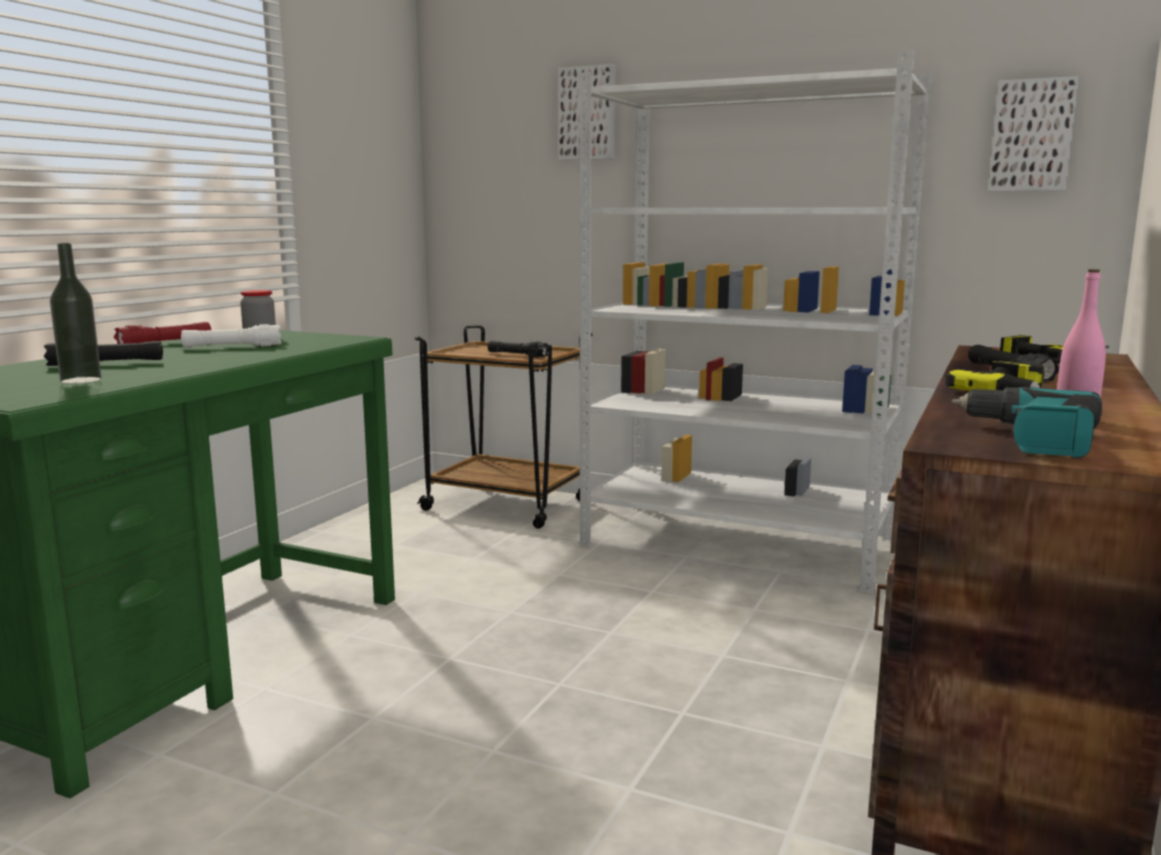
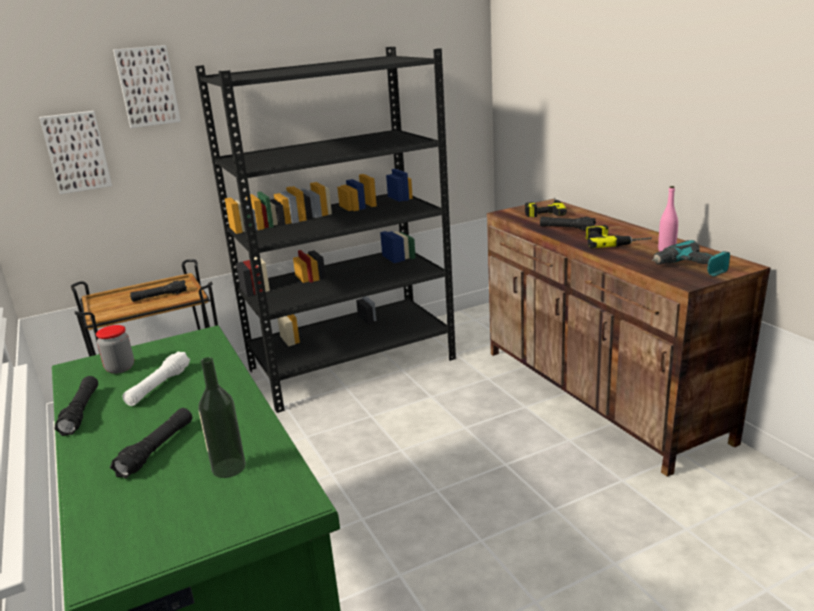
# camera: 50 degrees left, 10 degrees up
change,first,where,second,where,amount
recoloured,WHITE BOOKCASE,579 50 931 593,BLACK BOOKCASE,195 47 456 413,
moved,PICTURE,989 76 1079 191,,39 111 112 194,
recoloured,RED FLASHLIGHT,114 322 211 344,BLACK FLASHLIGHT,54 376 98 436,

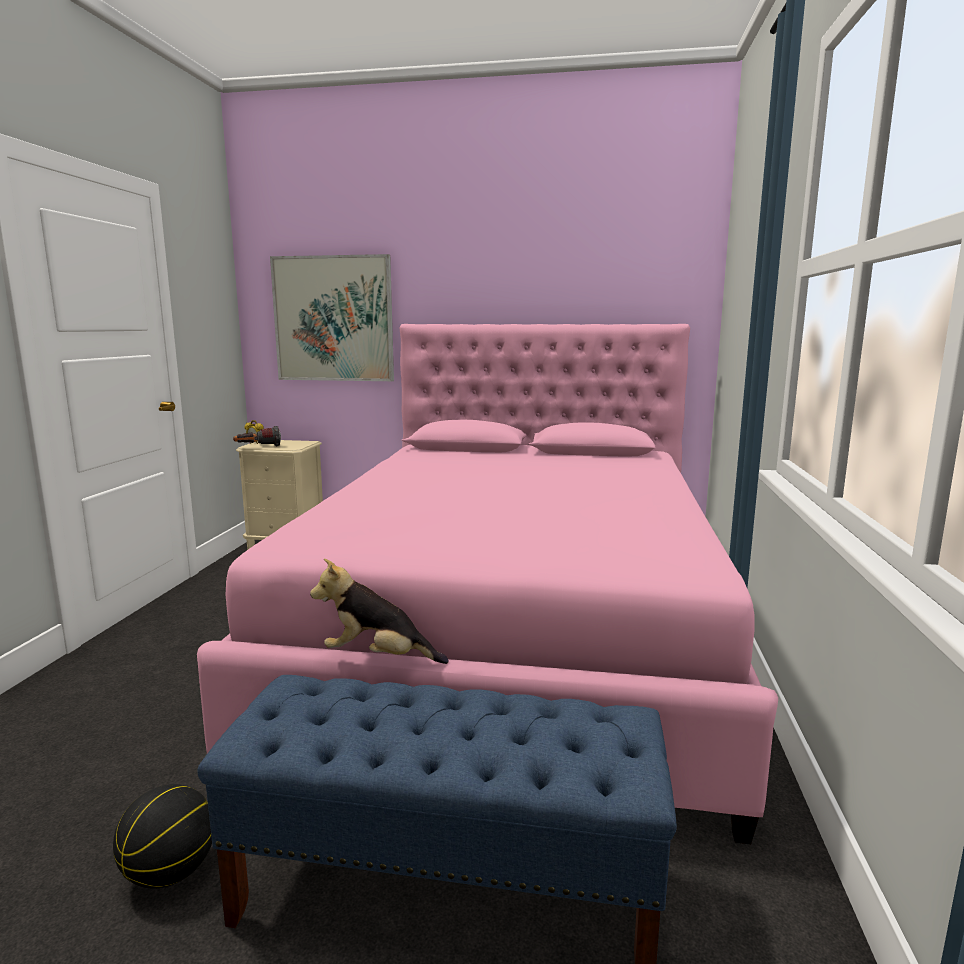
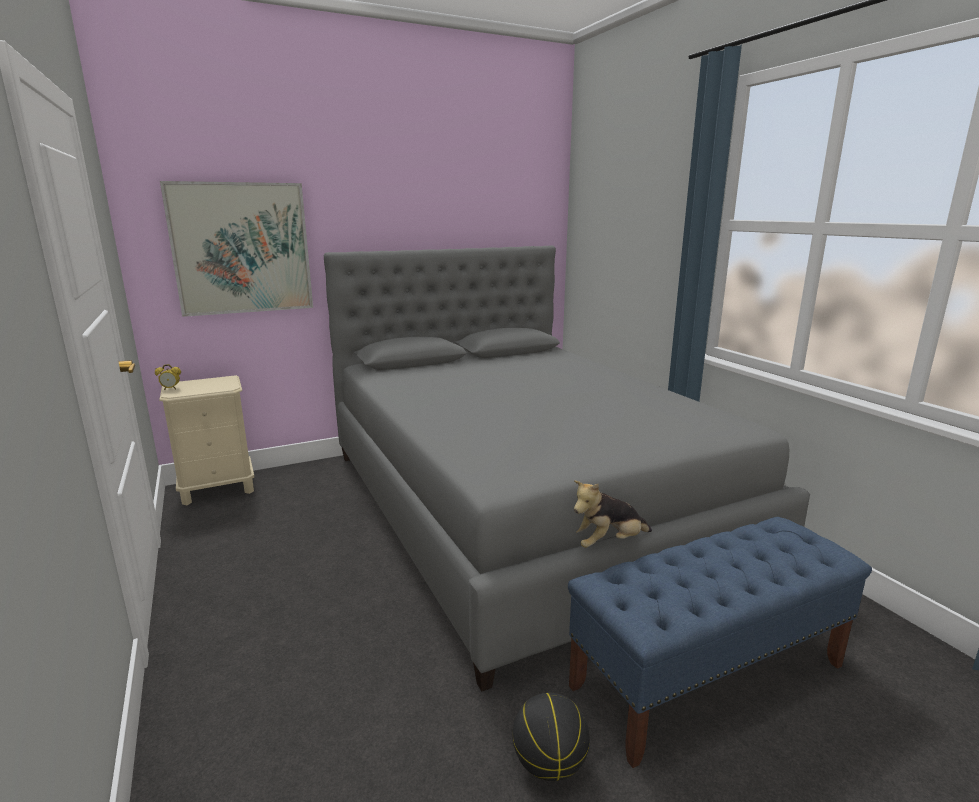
# camera: 35 degrees left, 5 degrees up
change,first,where,second,where,amount
recoloured,PINK BED,197 324 778 844,GREY BED,324 245 810 692,
removed,FLASHLIGHT,233 426 281 446,,,

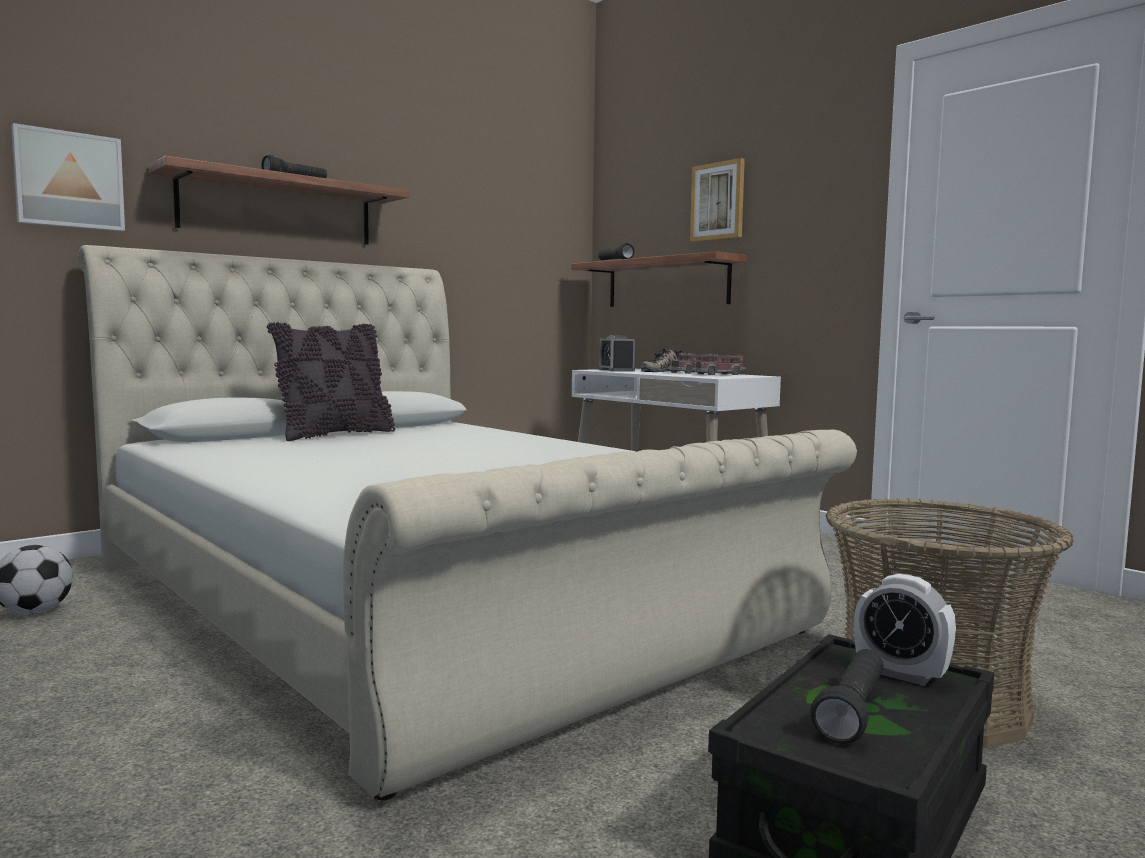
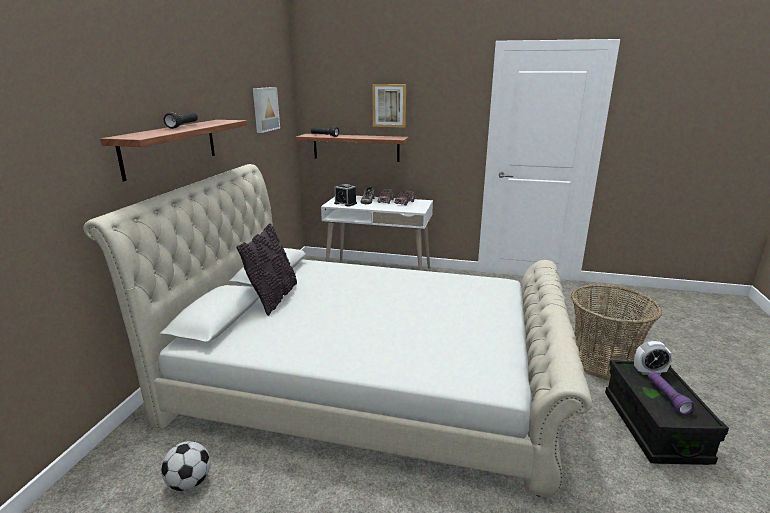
# camera: 35 degrees left, 15 degrees up
change,first,where,second,where,amount
moved,PICTURE,11 123 125 232,,253 87 280 133,
recoloured,BLACK FLASHLIGHT,810 649 883 744,PURPLE FLASHLIGHT,648 371 694 415,

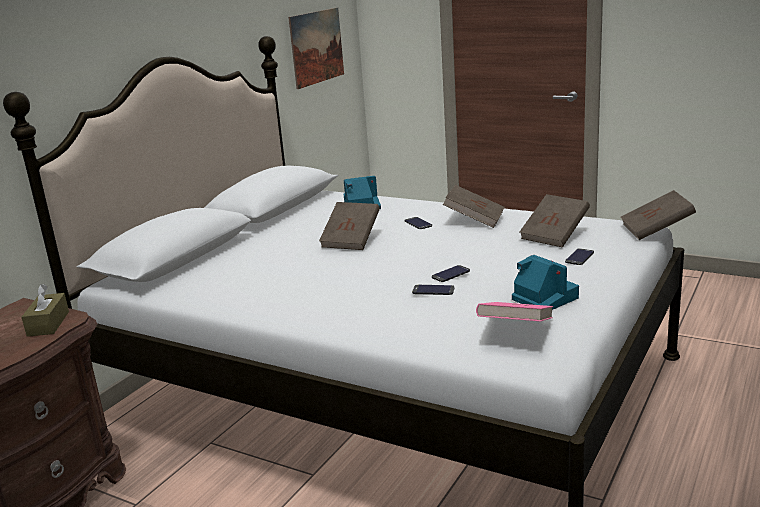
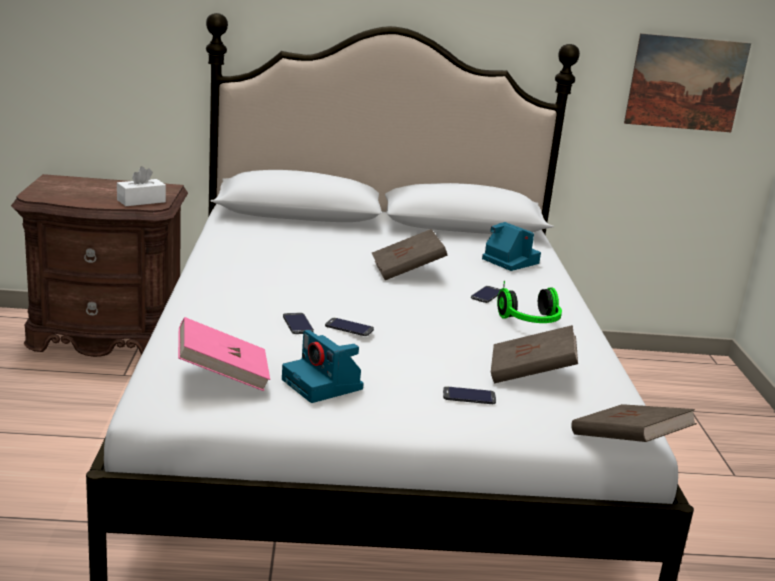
# camera: 55 degrees right, 0 degrees up
change,first,where,second,where,amount
replaced,BROWN BOOK,443 185 504 228,HEADPHONES,497 281 562 323,
turned,PHOTO CAMERA,512 255 579 310,,282 330 364 403,120 degrees clockwise
recoloured,BROWN TISSUE BOX,22 284 69 337,WHITE TISSUE BOX,117 166 166 206,

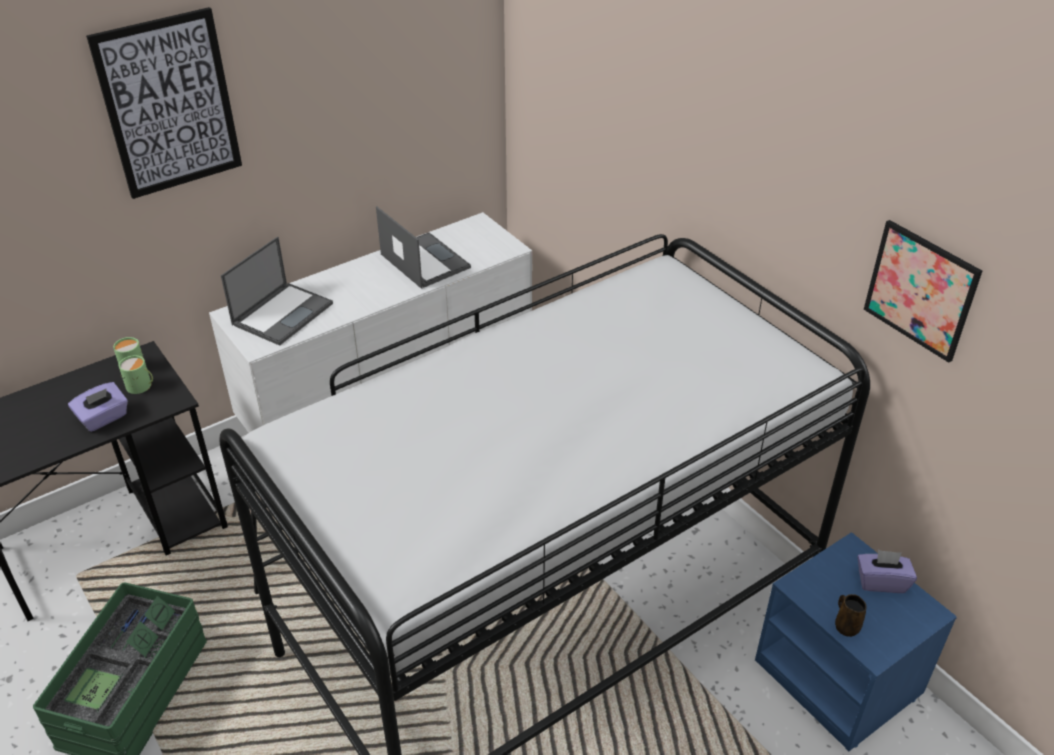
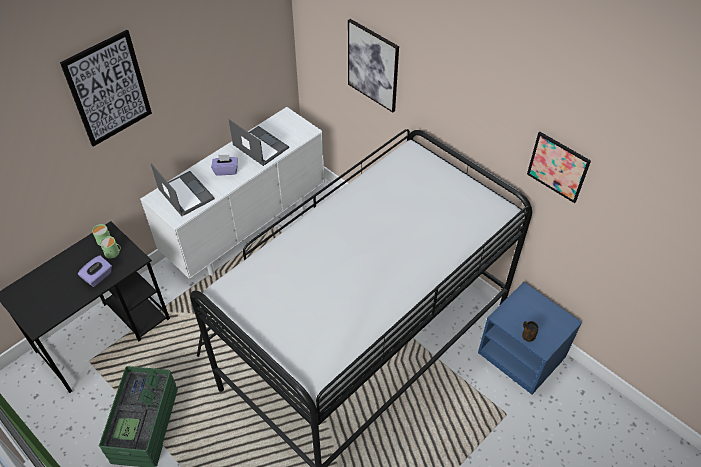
# camera: 10 degrees left, 10 degrees up
change,first,where,second,where,amount
turned,LAPTOP,221 237 333 346,,151 163 215 216,60 degrees counterclockwise
moved,PURPLE TISSUE BOX,857 550 917 593,,211 155 238 176,
added,,,PICTURE,348 19 399 112,

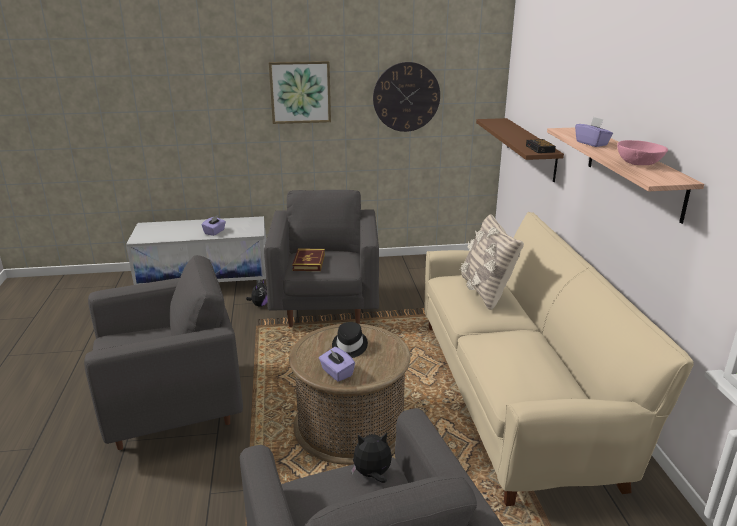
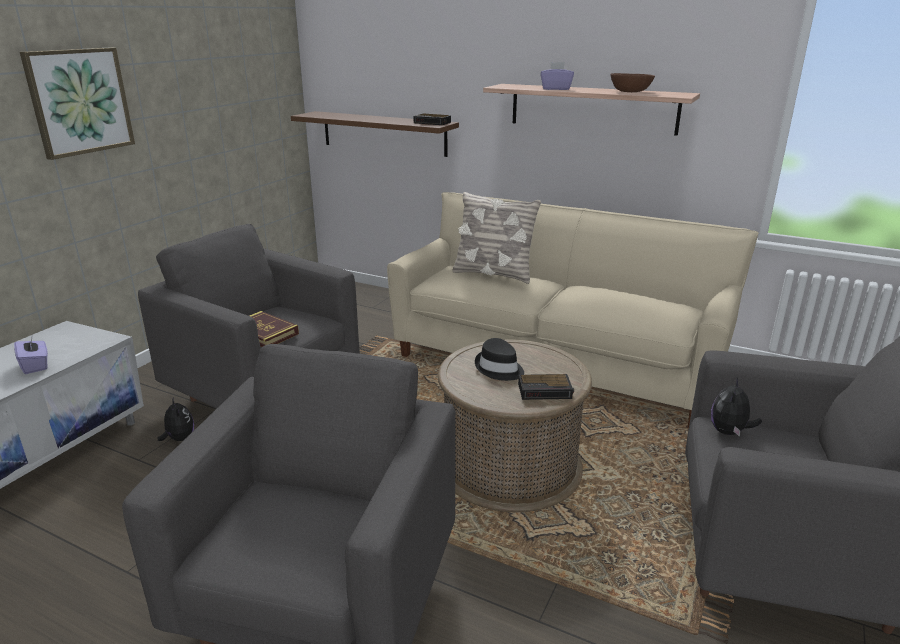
# camera: 55 degrees left, 0 degrees up
change,first,where,second,where,amount
removed,WALL CLOCK,373 62 440 132,,,
recoloured,PINK BOWL,617 140 668 165,BROWN BOWL,610 73 655 92,
replaced,PURPLE TISSUE BOX,319 347 355 382,ALARM CLOCK,518 374 574 400,

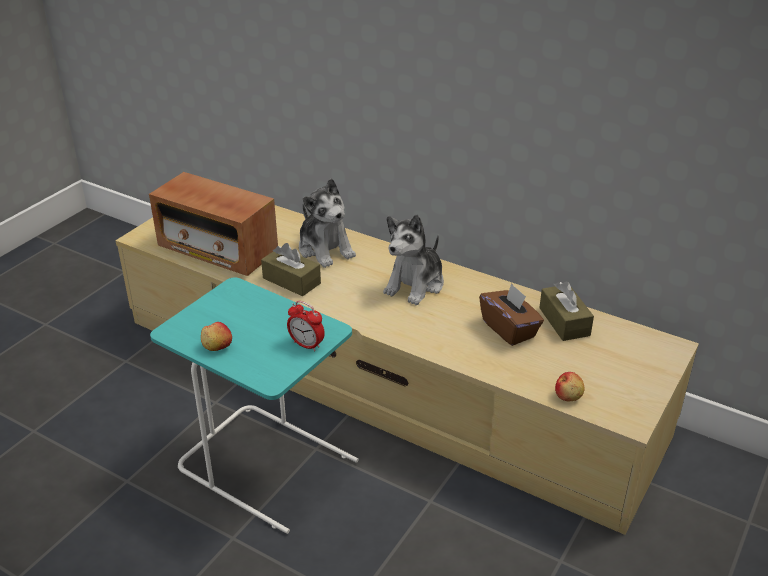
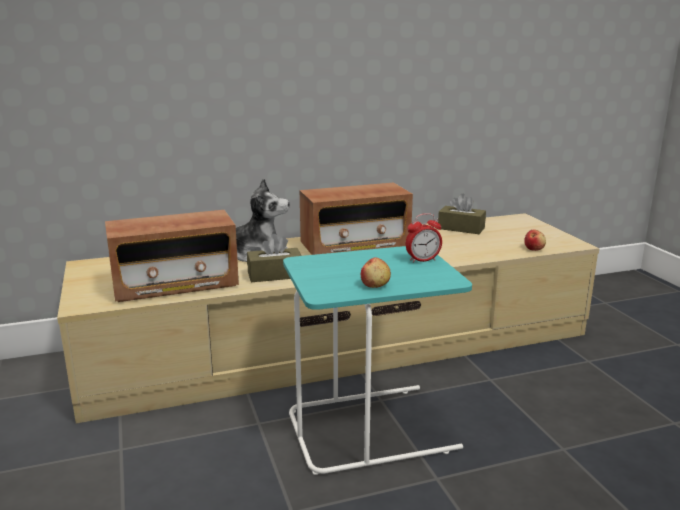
# camera: 50 degrees left, 15 degrees down
change,first,where,second,where,amount
replaced,PLUSH TOY,383 214 444 305,RADIO,300 182 413 255,
removed,BROWN TISSUE BOX,479 283 544 346,,,

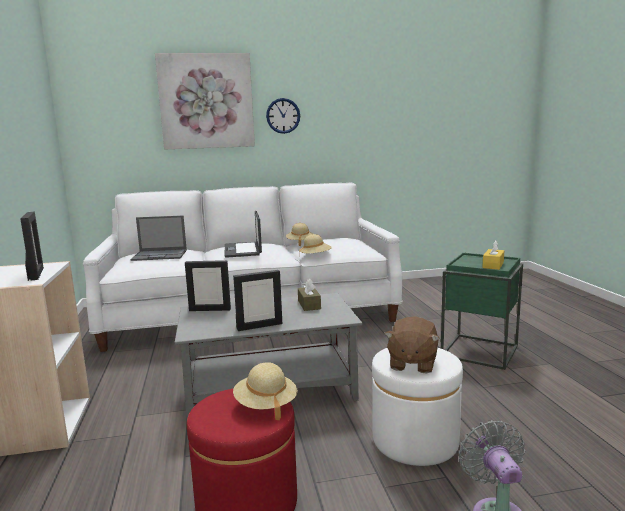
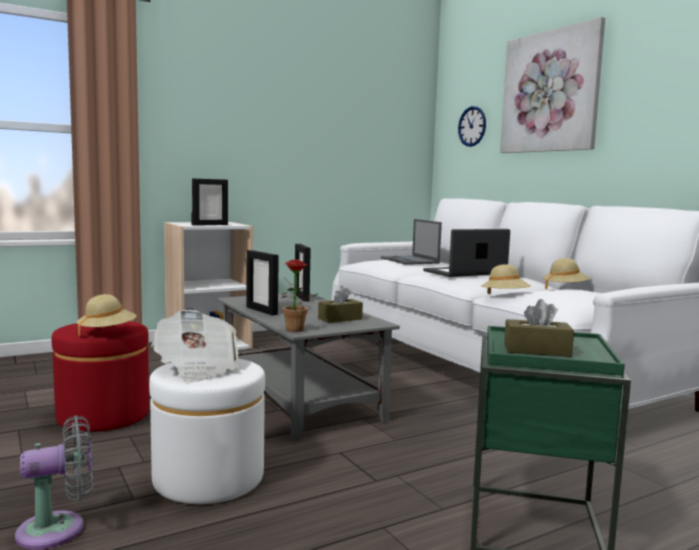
# camera: 70 degrees right, 5 degrees down
change,first,where,second,where,amount
moved,WALL CLOCK,266 98 300 134,,458 106 486 147,
recoloured,YELLOW TISSUE BOX,482 241 504 270,BROWN TISSUE BOX,504 299 574 357,
replaced,BROWN PLUSH TOY,385 316 440 373,NEWSPAPER,151 310 238 382,
added,,,POTTED PLANT,281 259 317 332,

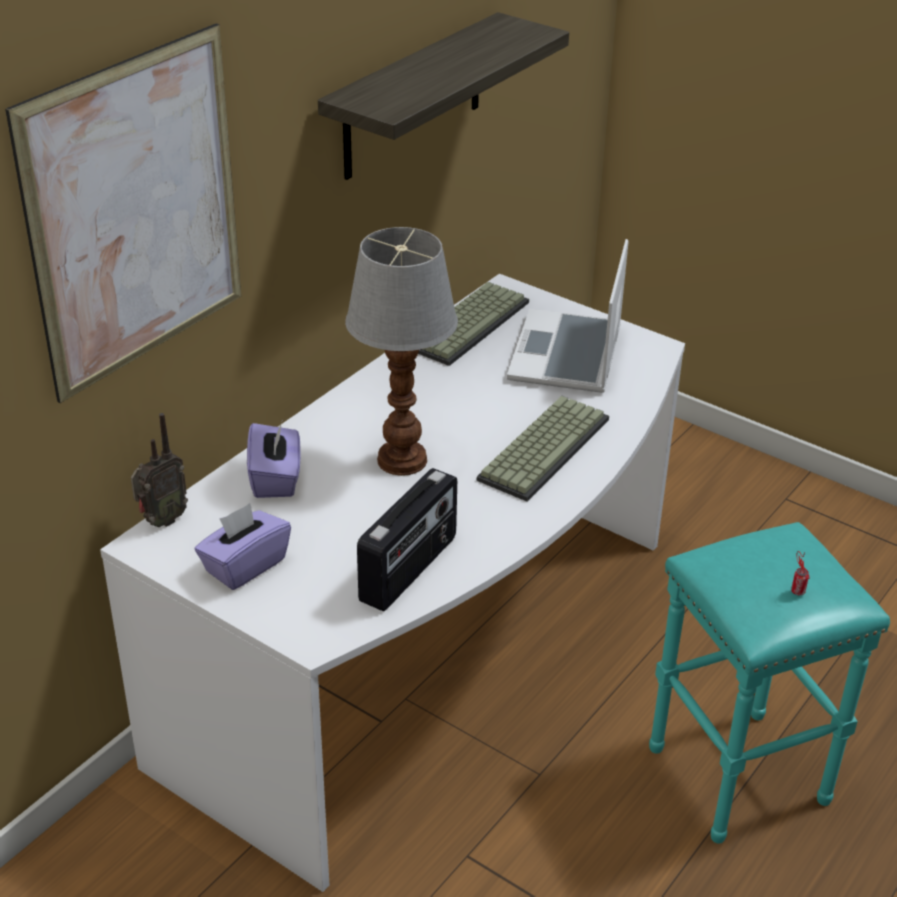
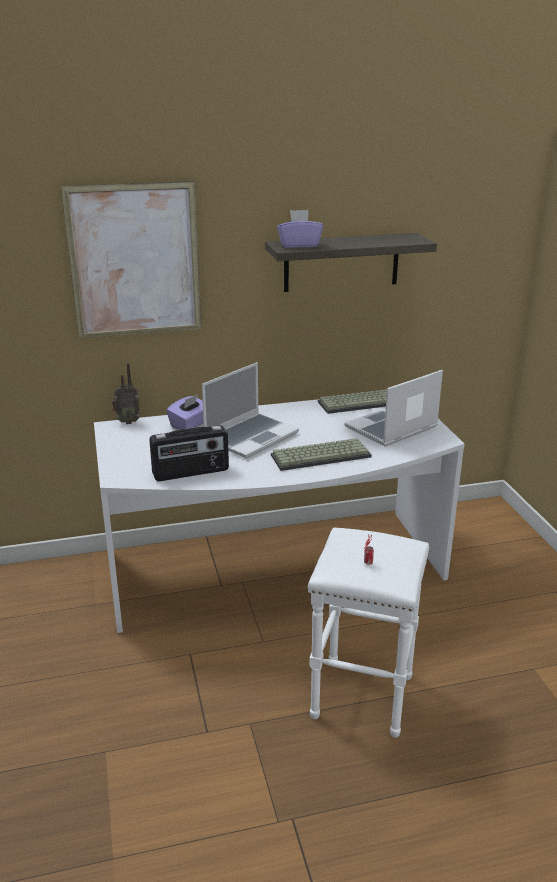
# camera: 40 degrees right, 10 degrees down
change,first,where,second,where,amount
replaced,TABLE LAMP,345 227 458 476,LAPTOP,202 362 299 459,
moved,PURPLE TISSUE BOX,195 503 291 590,,277 210 323 248,
recoloured,TURQUOISE STOOL,649 522 890 843,WHITE STOOL,308 528 429 738,

